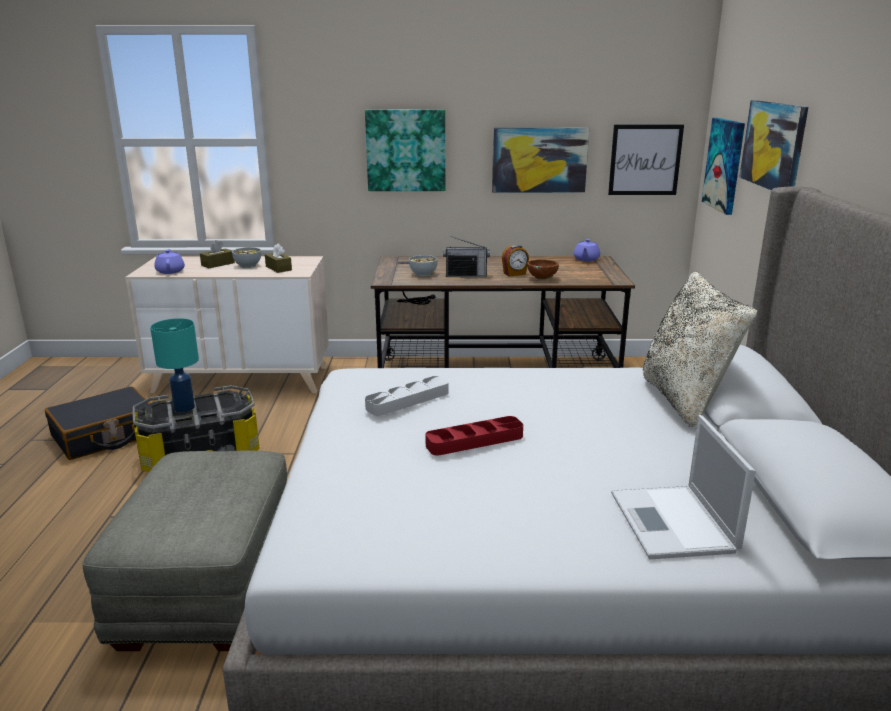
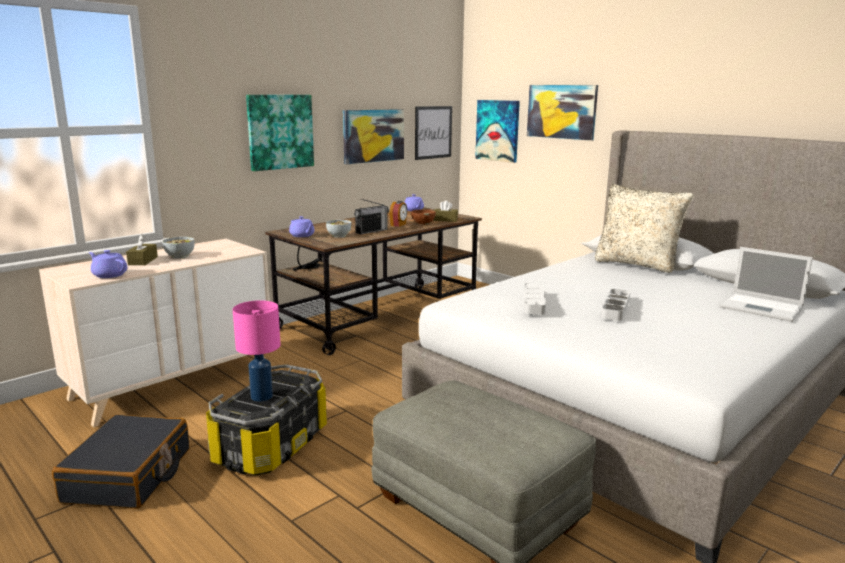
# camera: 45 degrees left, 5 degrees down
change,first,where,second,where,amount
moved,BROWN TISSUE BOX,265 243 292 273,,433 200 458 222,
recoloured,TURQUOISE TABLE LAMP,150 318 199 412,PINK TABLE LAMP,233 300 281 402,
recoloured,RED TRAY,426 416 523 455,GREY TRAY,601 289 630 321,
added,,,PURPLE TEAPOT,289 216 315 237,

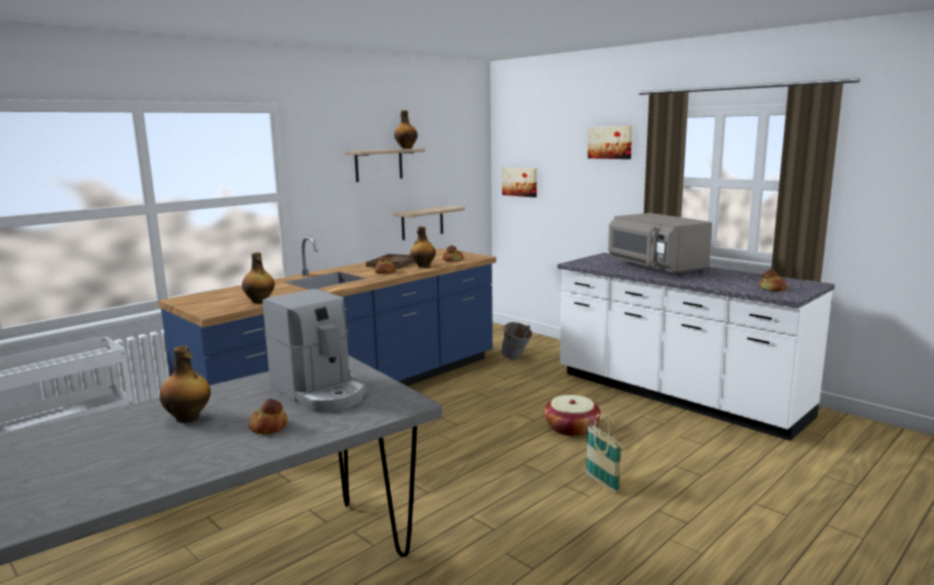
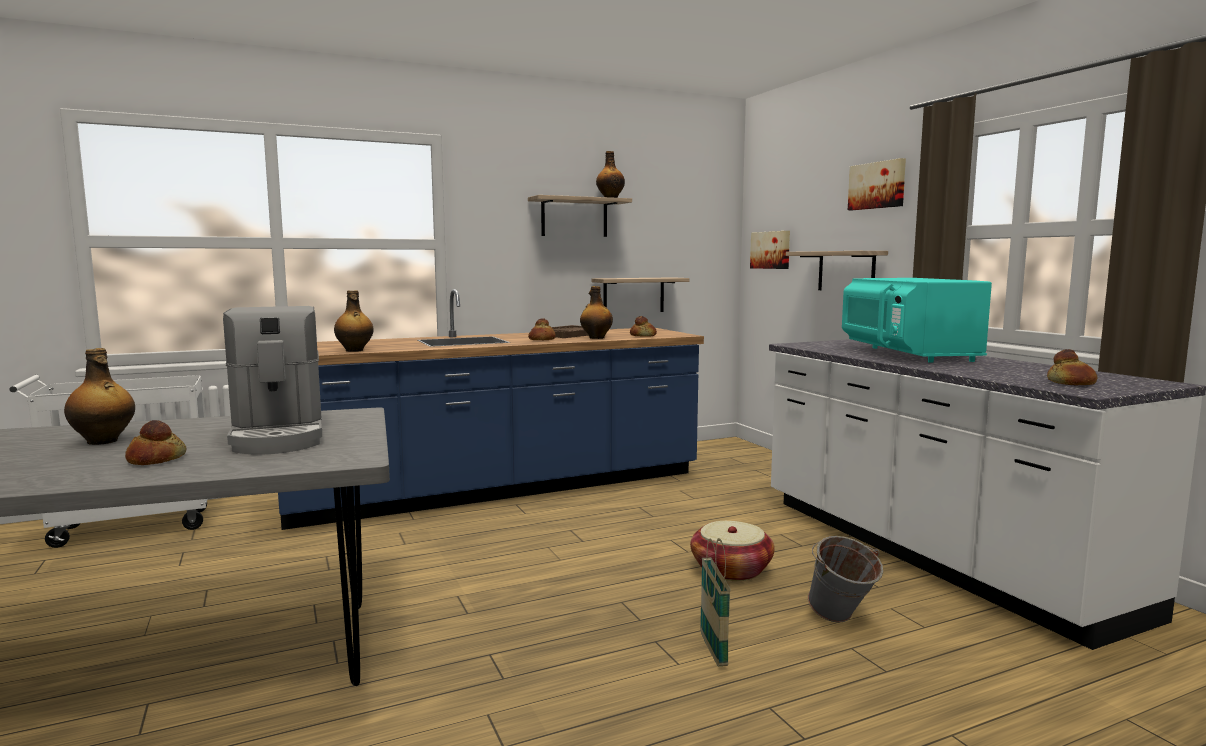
# camera: 20 degrees right, 5 degrees down
change,first,where,second,where,amount
recoloured,GREY MICROWAVE,608 213 712 276,TURQUOISE MICROWAVE,842 278 992 363,
moved,GREY BUCKET,501 322 533 360,,808 536 883 623,
added,,,SHELF,786 251 888 290,

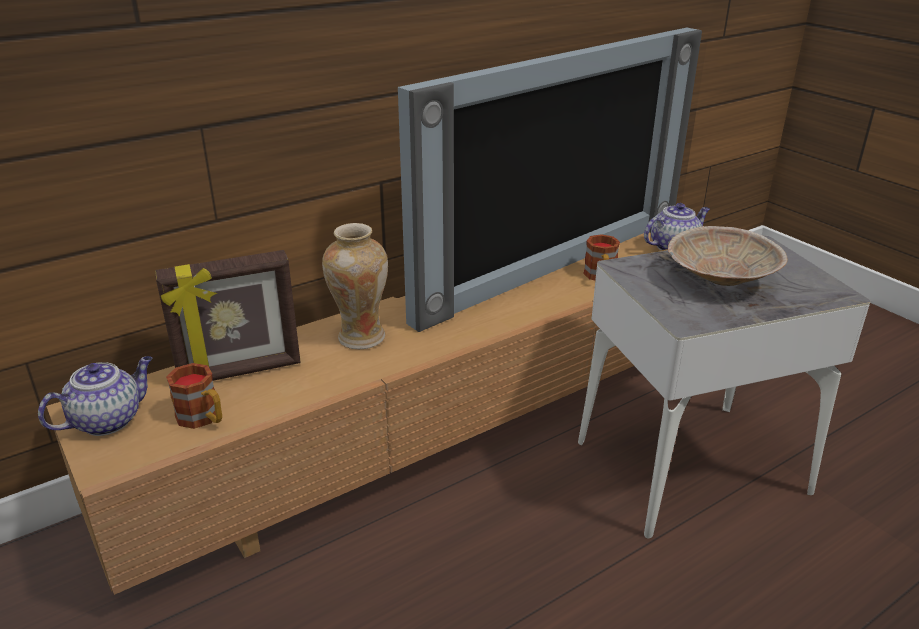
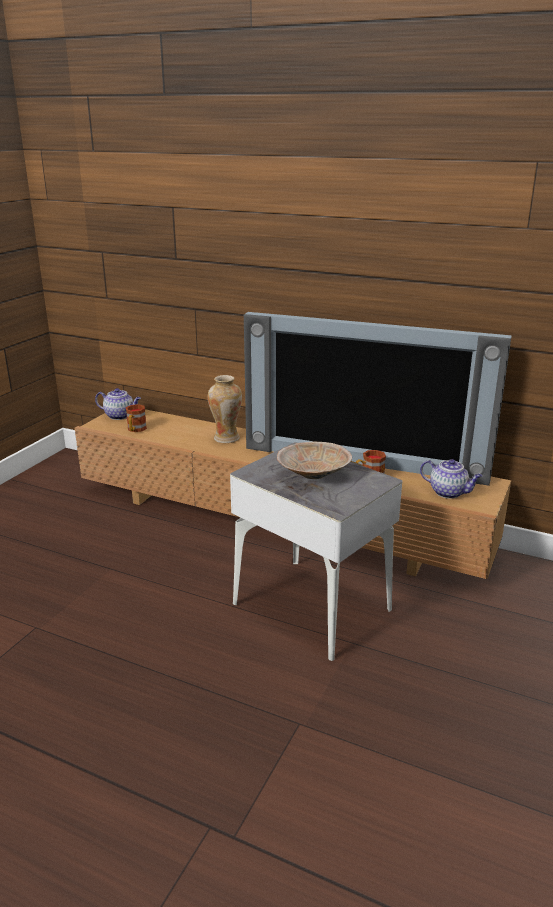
# camera: 60 degrees right, 5 degrees down
change,first,where,second,where,amount
removed,PICTURE FRAME,155 250 300 381,,,

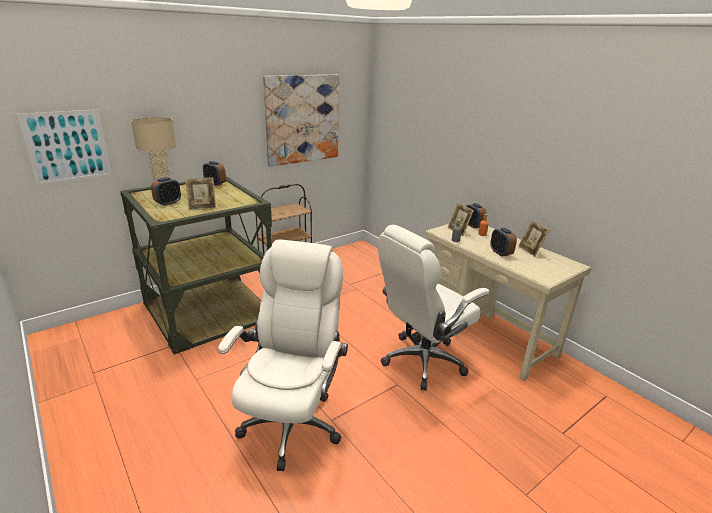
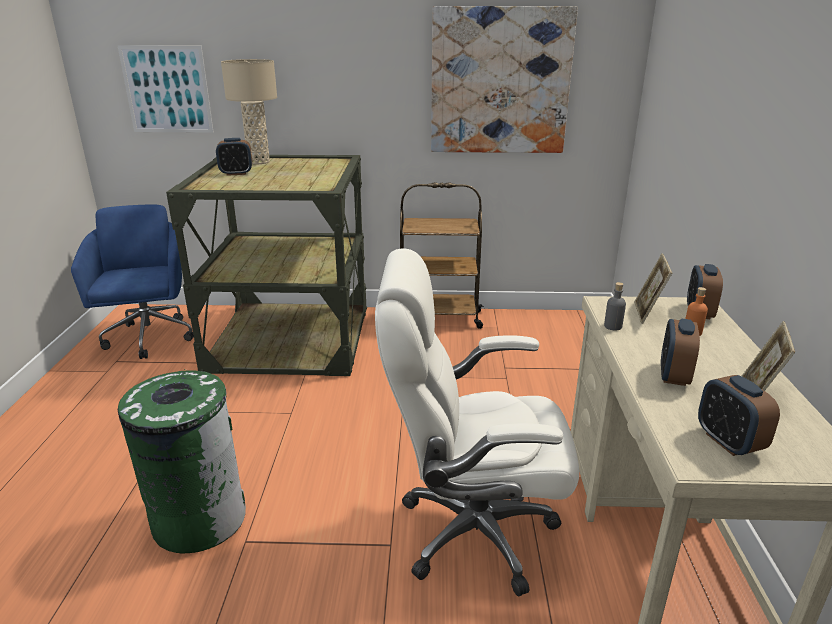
# camera: 40 degrees right, 0 degrees up
change,first,where,second,where,amount
moved,ALARM CLOCK,203 161 226 186,,698 375 780 456,
removed,PICTURE FRAME,185 178 216 210,,,
replaced,WHITE OFFICE CHAIR,218 240 348 471,GREEN TRASH CAN,118 369 246 553,
added,,,BLUE OFFICE CHAIR,71 204 194 359,

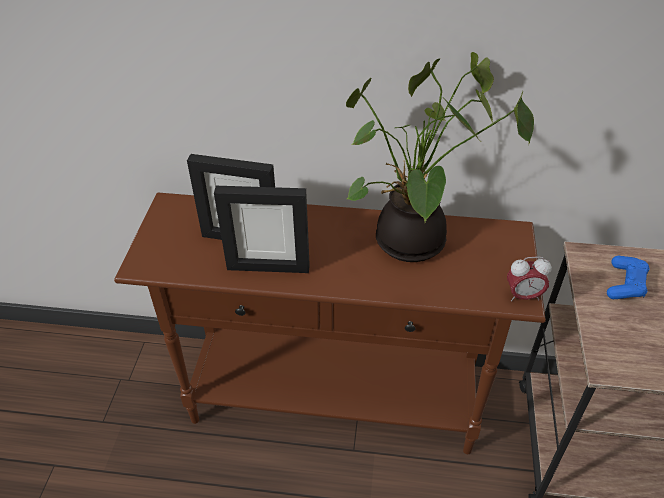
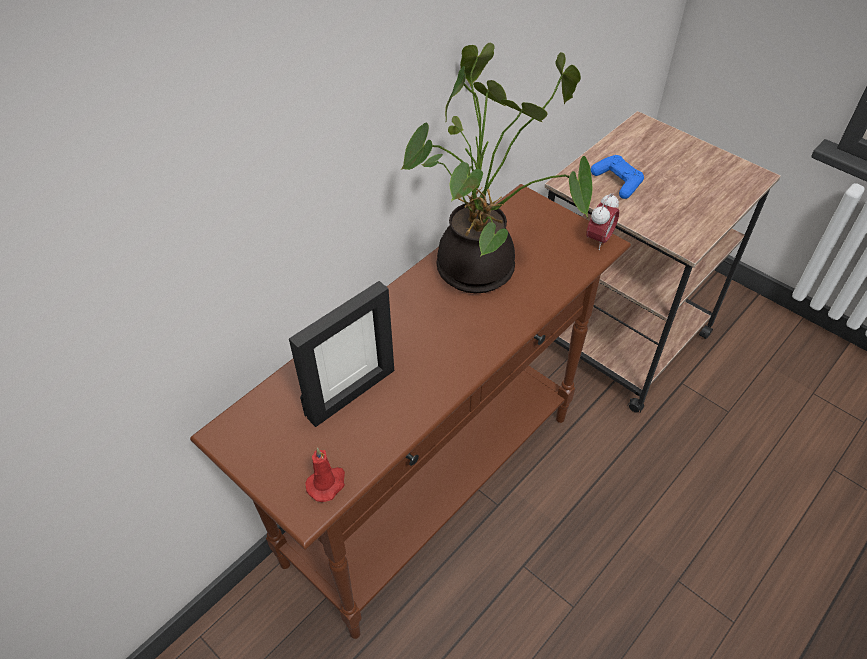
# camera: 55 degrees left, 5 degrees up
change,first,where,second,where,amount
removed,PICTURE FRAME,214 186 310 273,,,
added,,,RED CANDLE,305 448 345 502,

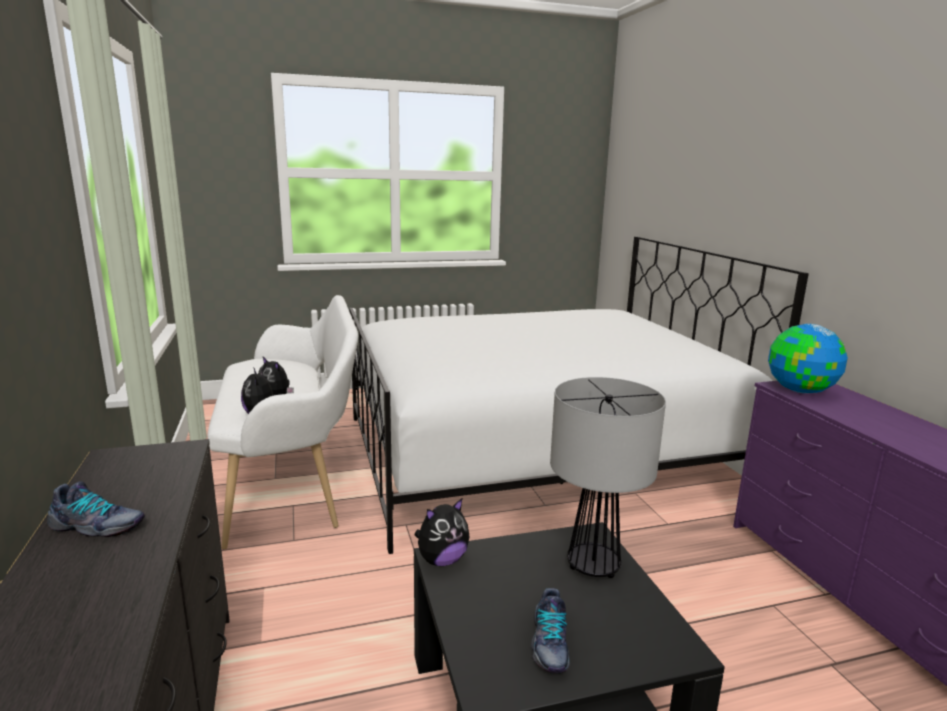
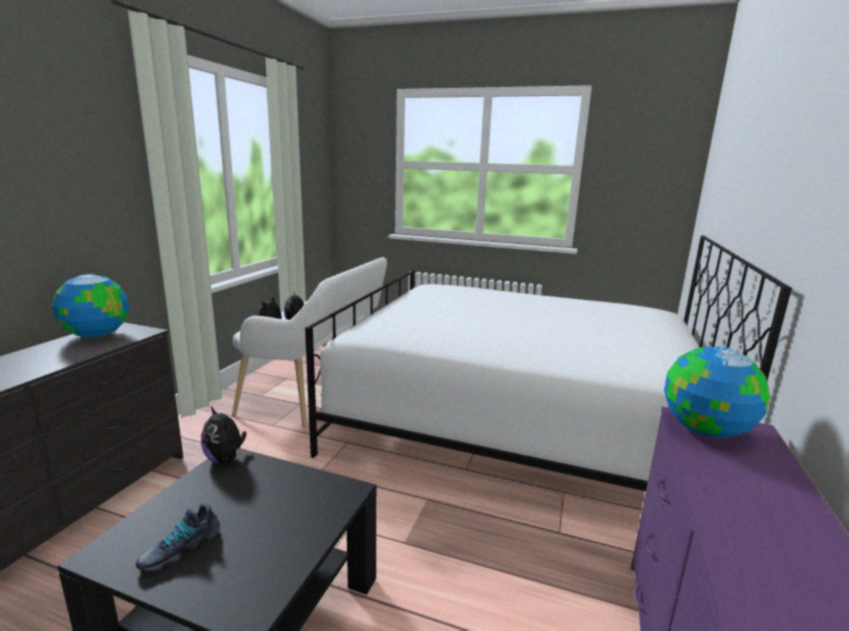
# camera: 35 degrees right, 0 degrees up
change,first,where,second,where,amount
removed,TABLE LAMP,550 377 666 578,,,
removed,SHOE,47 482 145 537,,,
turned,PLUSH TOY,414 499 470 566,,201 407 246 464,45 degrees clockwise
added,,,GLOBE,52 274 129 338,

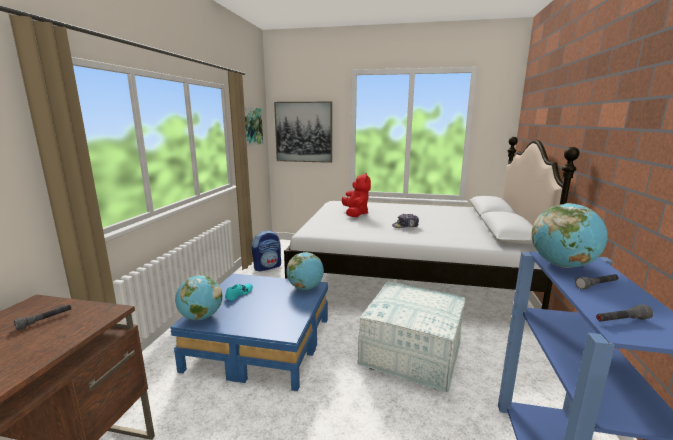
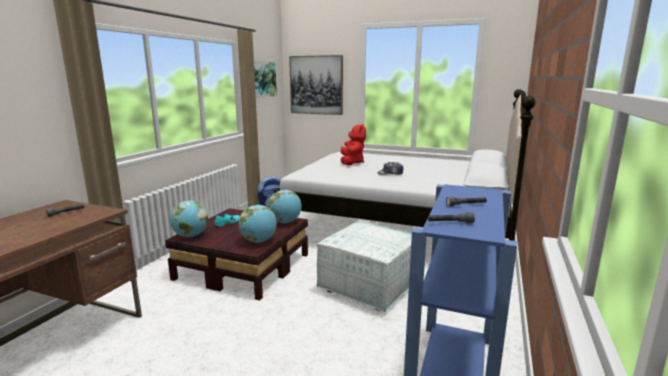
# camera: 10 degrees right, 0 degrees up
change,first,where,second,where,amount
moved,GLOBE,532 203 608 268,,239 205 277 243,
recoloured,BLUE COFFEE TABLE,170 274 328 391,BROWN COFFEE TABLE,165 208 308 300,

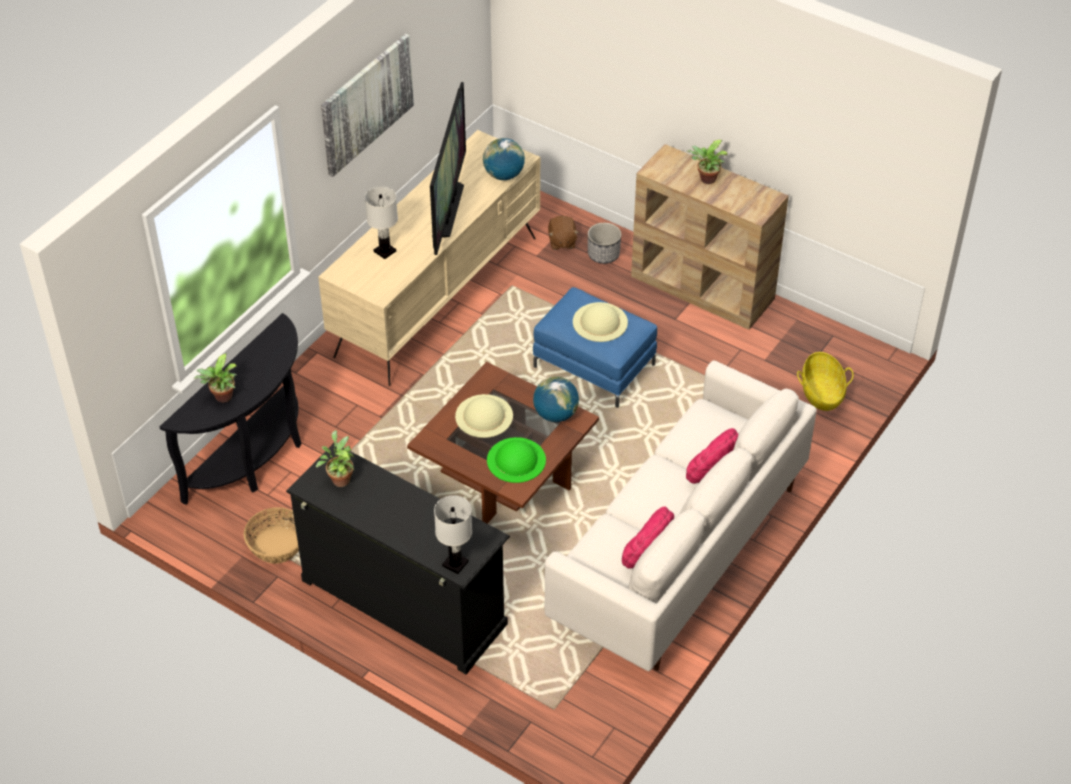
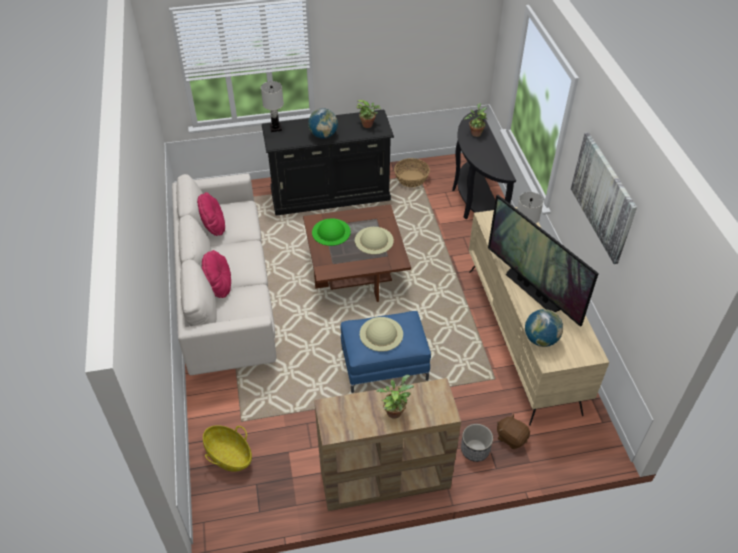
# camera: 135 degrees right, 0 degrees up
change,first,where,second,where,amount
moved,GLOBE,533 376 579 422,,308 108 338 139,

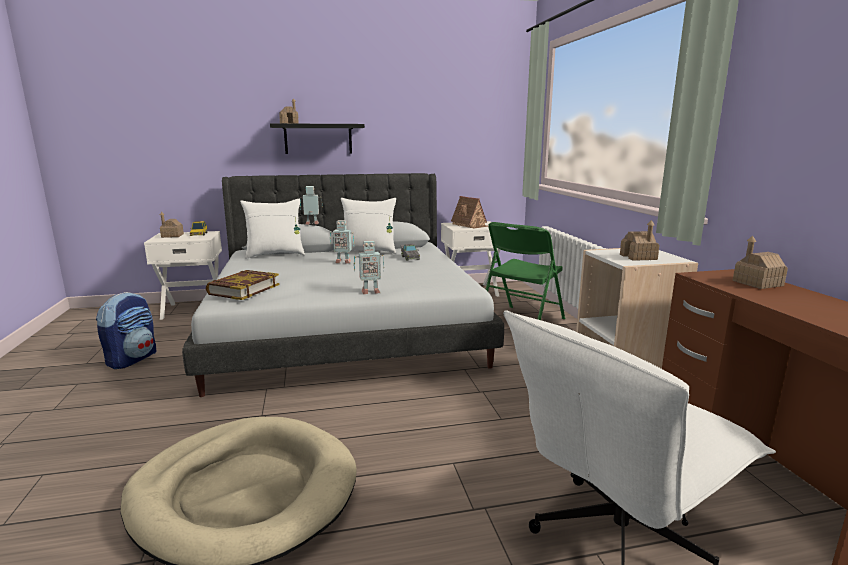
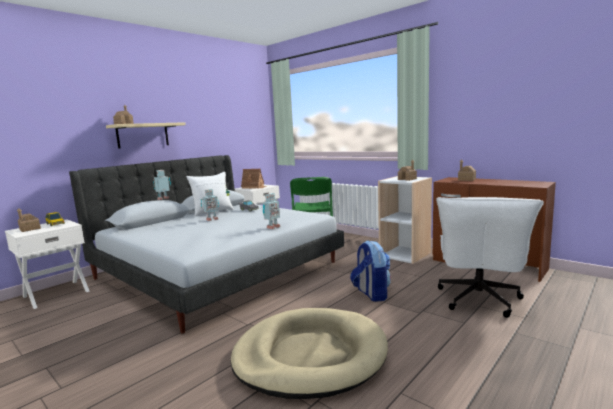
# camera: 35 degrees left, 5 degrees down
change,first,where,second,where,amount
recoloured,BLACK SHELF,270 123 365 154,BEIGE SHELF,106 122 186 149,
removed,WHITE PILLOW,240 199 305 259,,,
removed,BOOK,206 270 279 300,,,
moved,BACKPACK,96 292 157 369,,350 240 391 302,

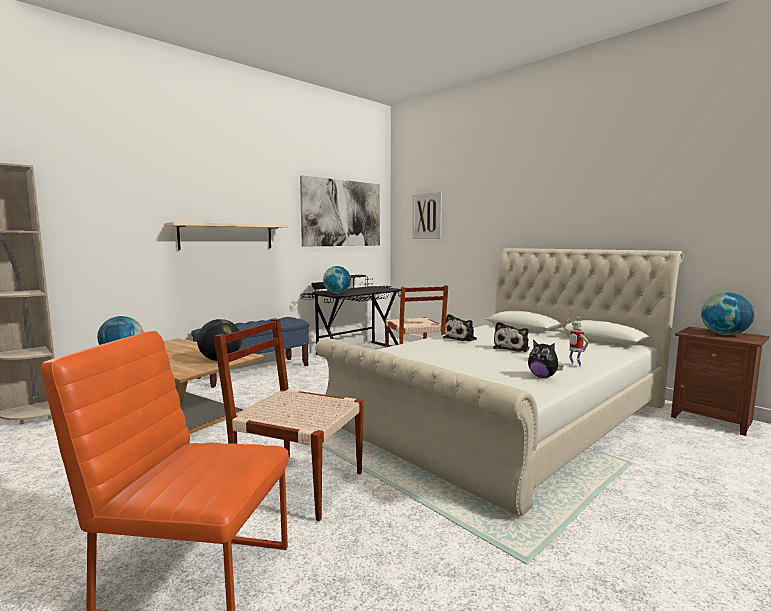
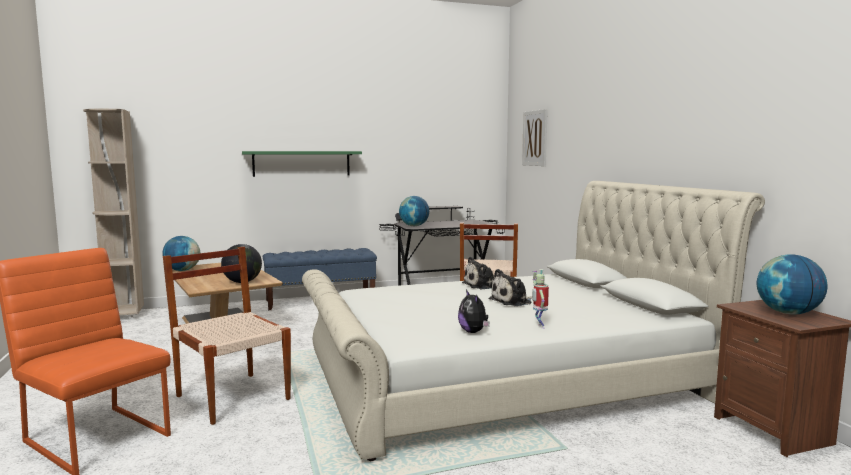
# camera: 25 degrees right, 0 degrees up
change,first,where,second,where,amount
removed,PICTURE,300 175 380 246,,,
recoloured,BEIGE SHELF,166 222 288 250,GREEN SHELF,242 151 362 177,

